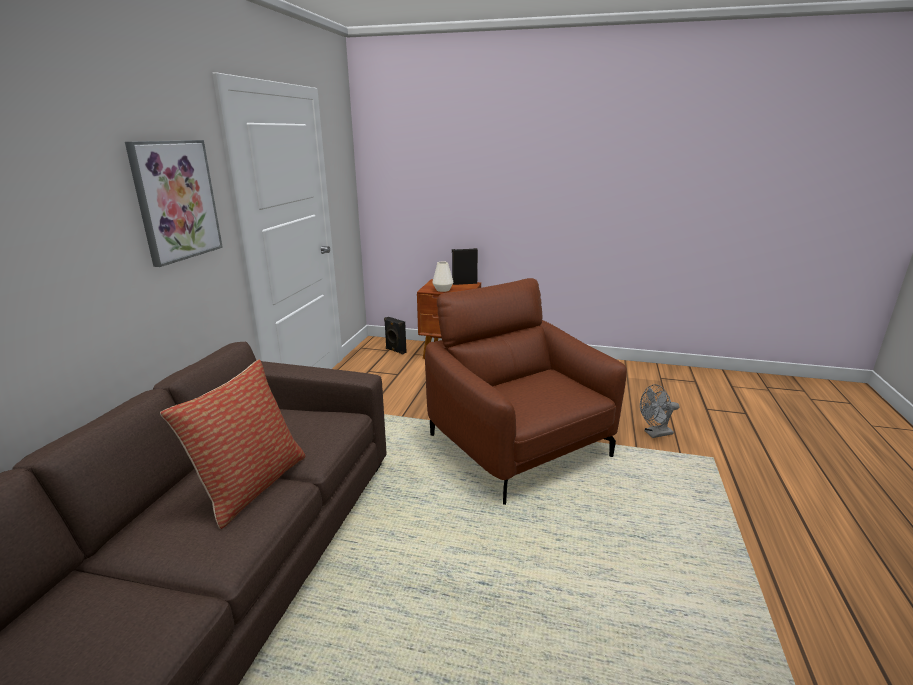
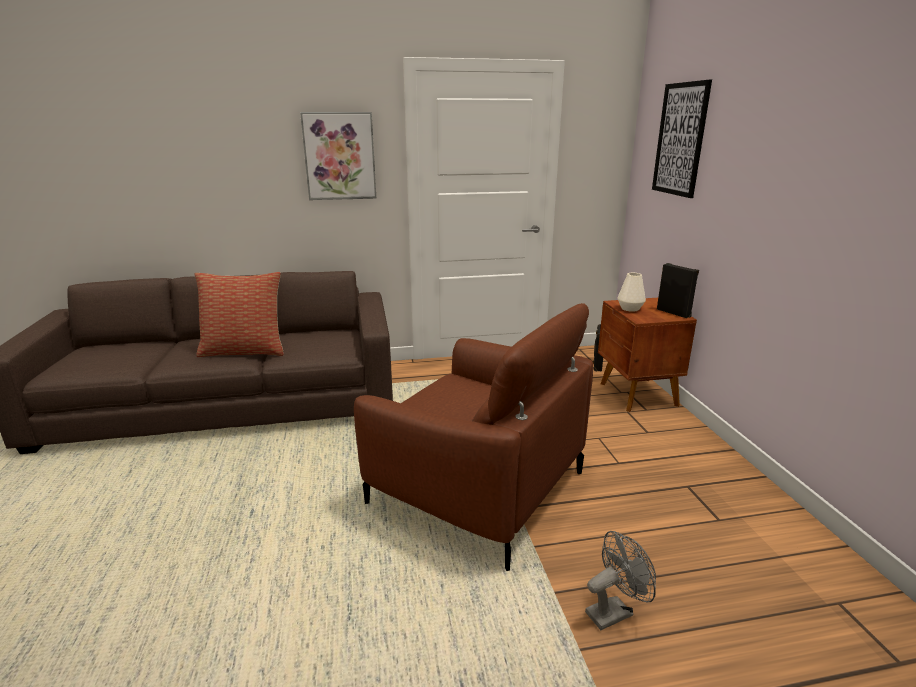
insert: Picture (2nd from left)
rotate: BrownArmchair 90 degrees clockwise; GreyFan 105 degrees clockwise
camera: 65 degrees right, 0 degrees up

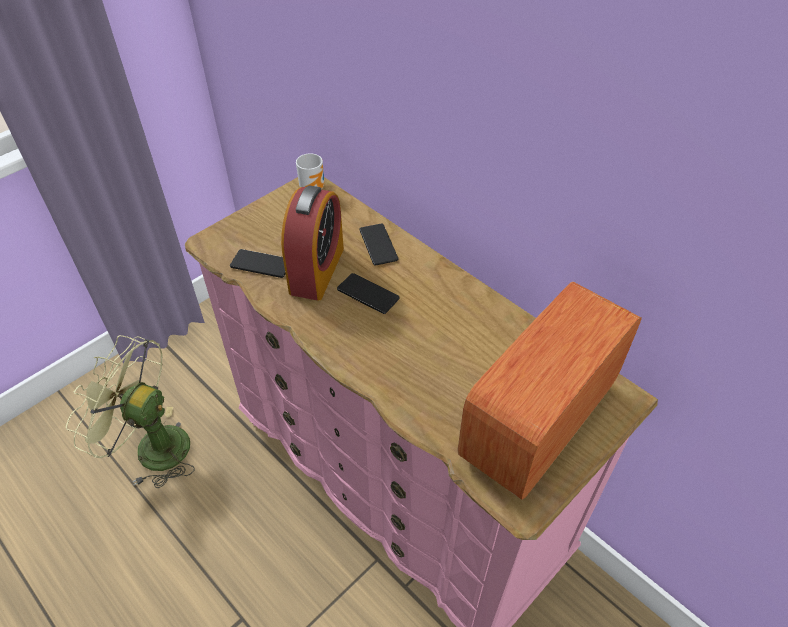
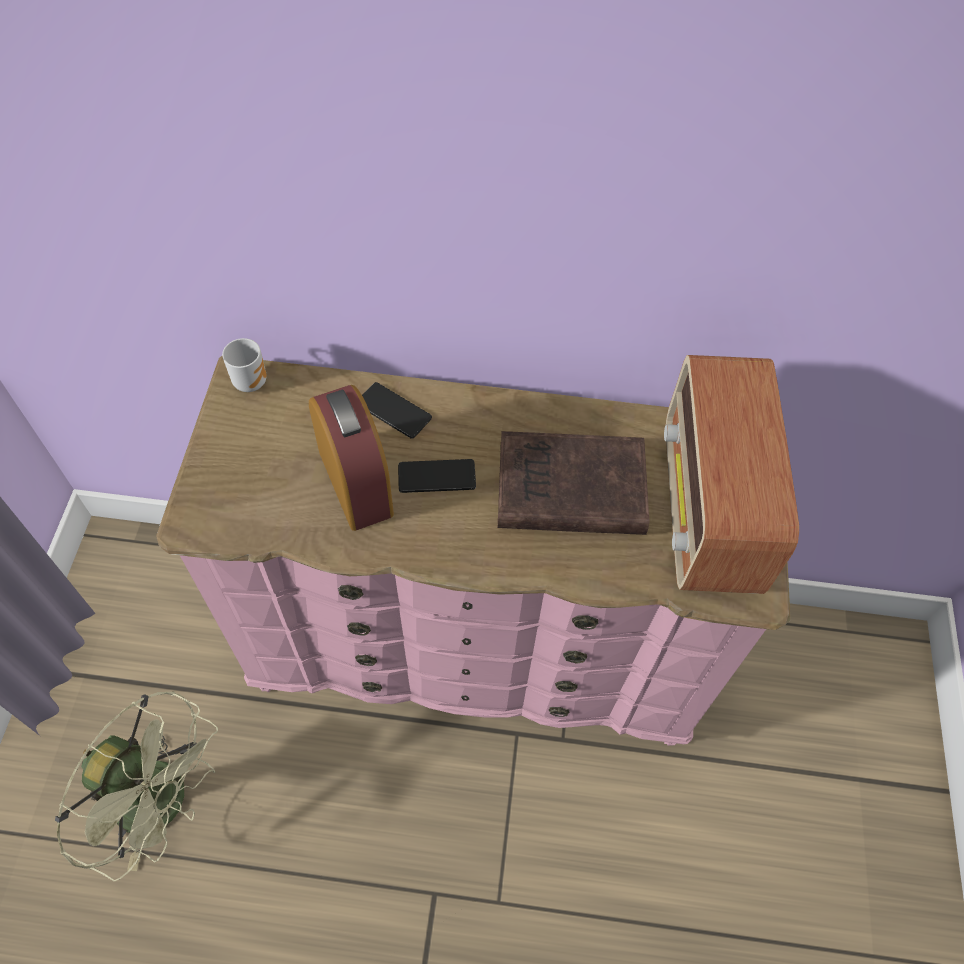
delete: Phone (1st from left)
insert: BrownBook
rotate: GreenFan 135 degrees counterclockwise
camera: 40 degrees left, 10 degrees up

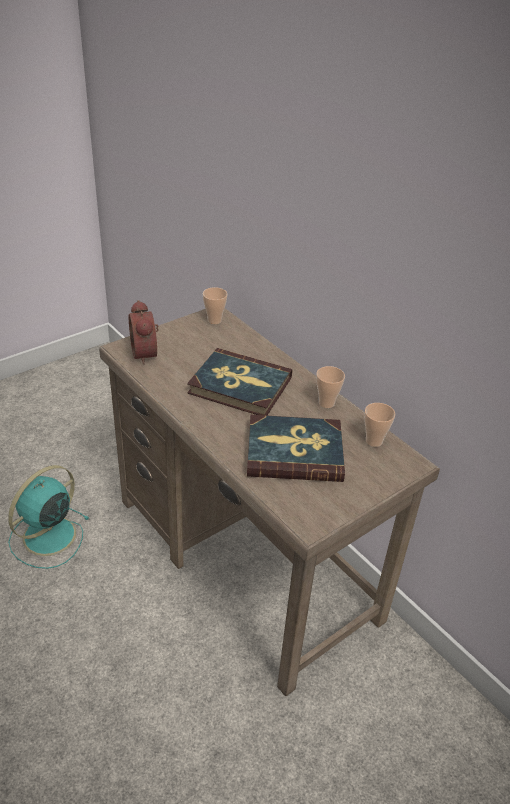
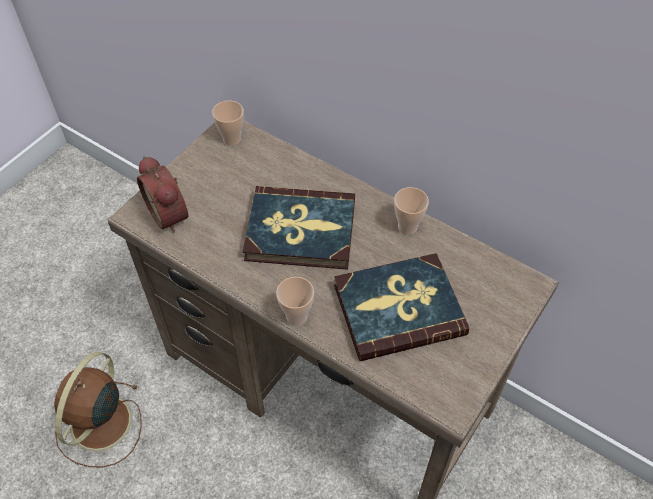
move: Cup (3rd from left in the first image) to Cup (2nd from left)
recolor: TurquoiseFan to BrownFan
camera: 15 degrees left, 15 degrees up

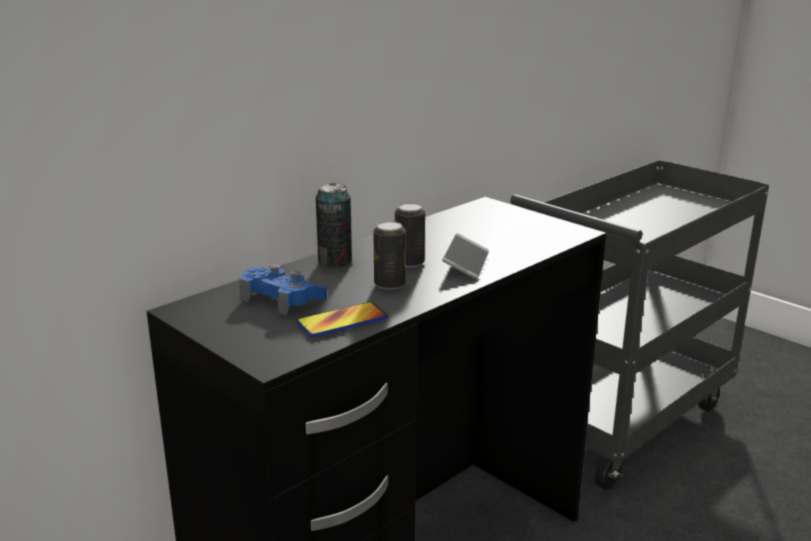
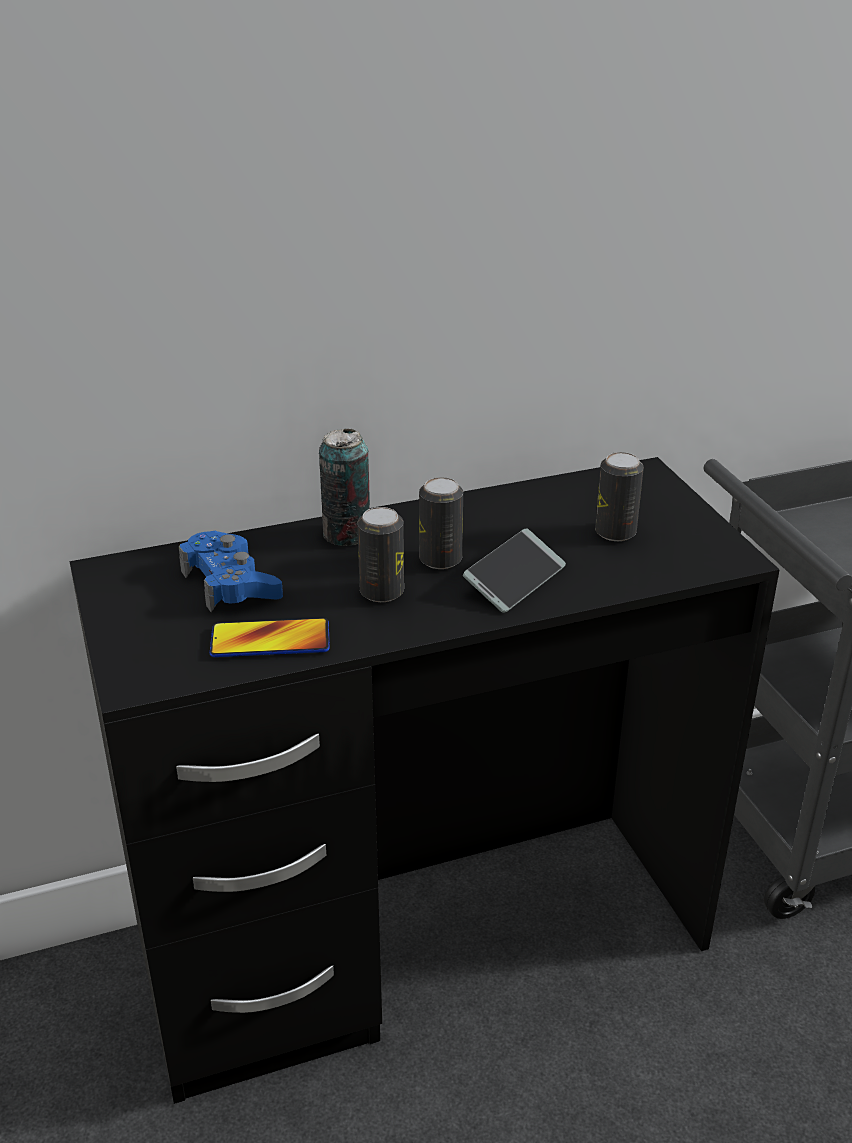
insert: Can (4th from left)
camera: 25 degrees right, 10 degrees up

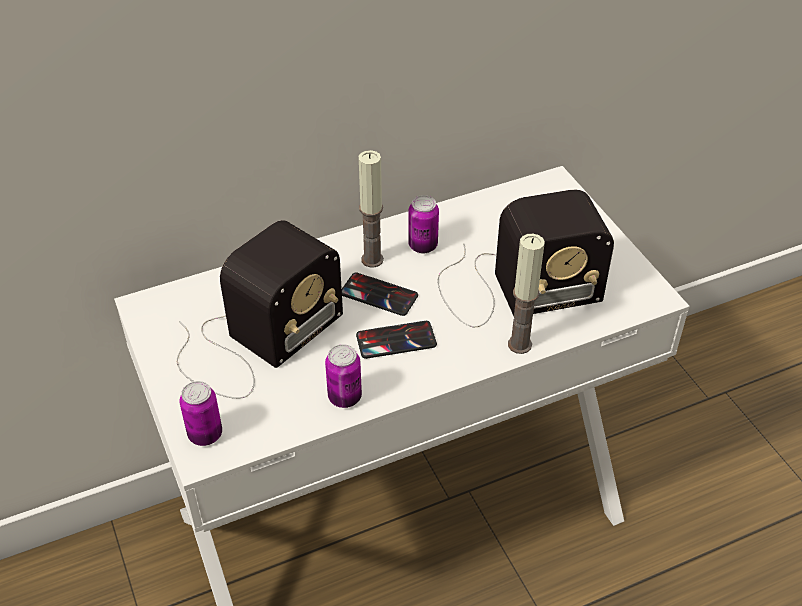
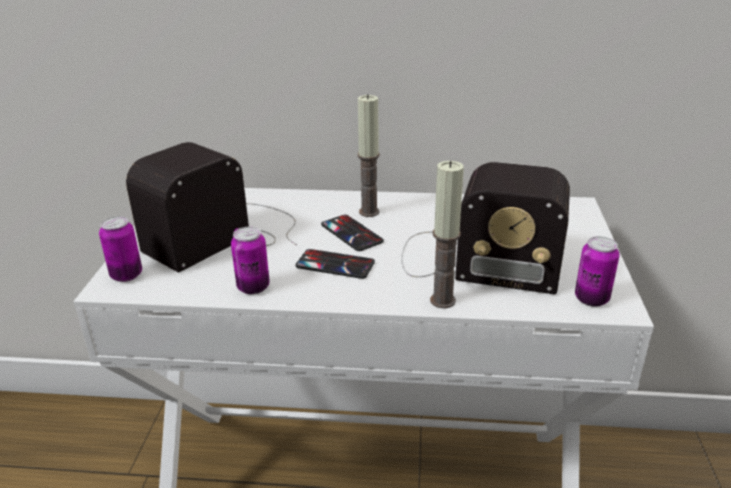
move: Can (3rd from left)
rotate: Radio (1st from left) 150 degrees clockwise
camera: 30 degrees right, 15 degrees down

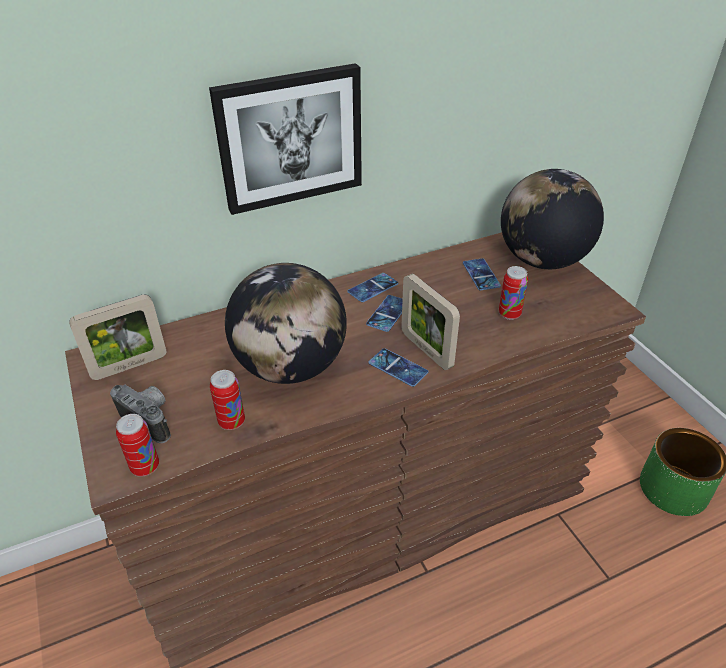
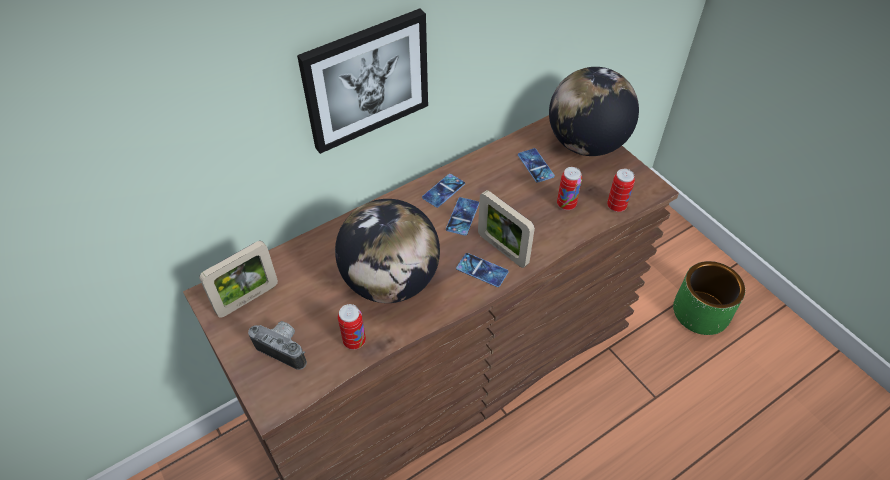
move: Can (1st from left in the first image) to Can (3rd from left)
camera: 10 degrees left, 10 degrees up

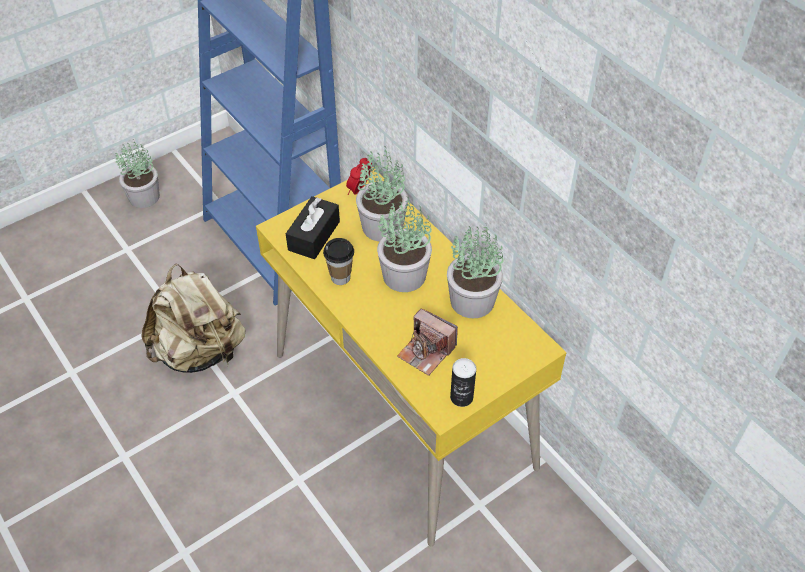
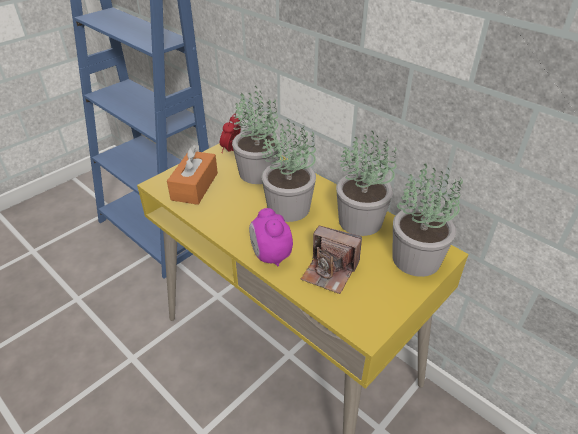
delete: BeigeBackpack; Cup; Can
insert: AlarmClock (2nd from left)
move: PottedPlant (1st from left in the first image) to PottedPlant (4th from left)
recolor: BlackTissueBox to OrangeTissueBox
camera: 10 degrees left, 10 degrees down

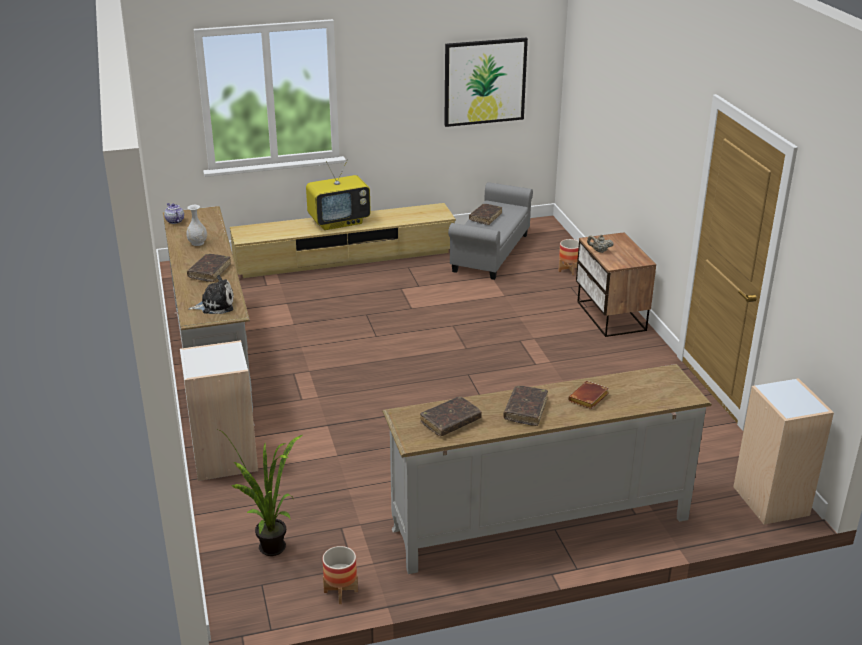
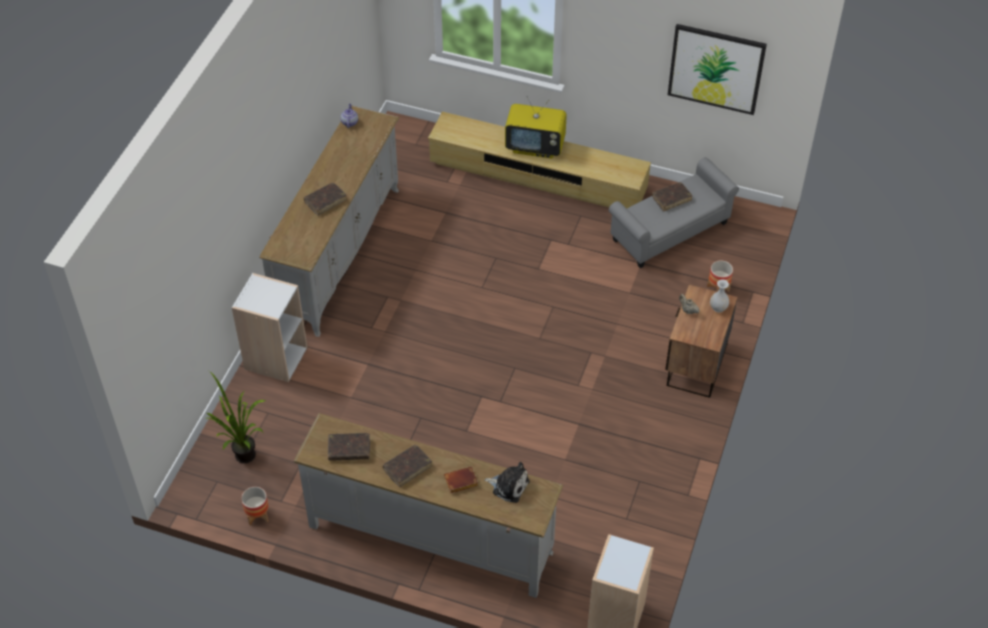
move: WhiteVase; PlushToy
camera: 35 degrees right, 20 degrees up

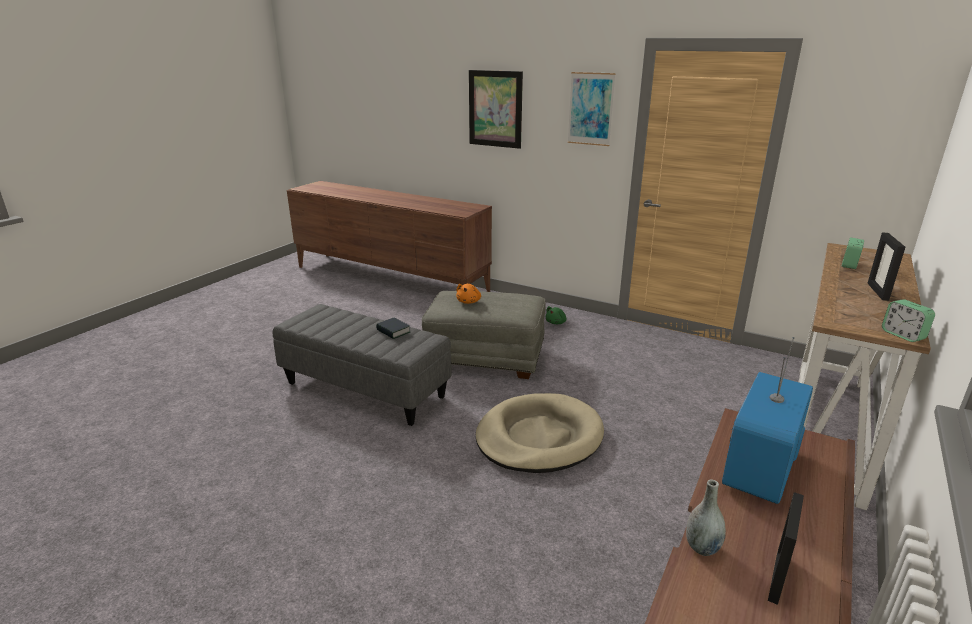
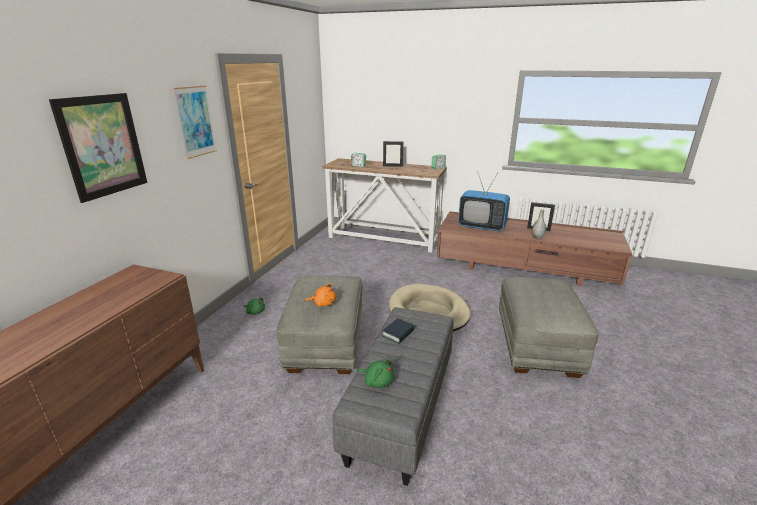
insert: GreenPlushToy (2nd from left); GreyOttoman (3rd from left)
camera: 100 degrees left, 0 degrees up

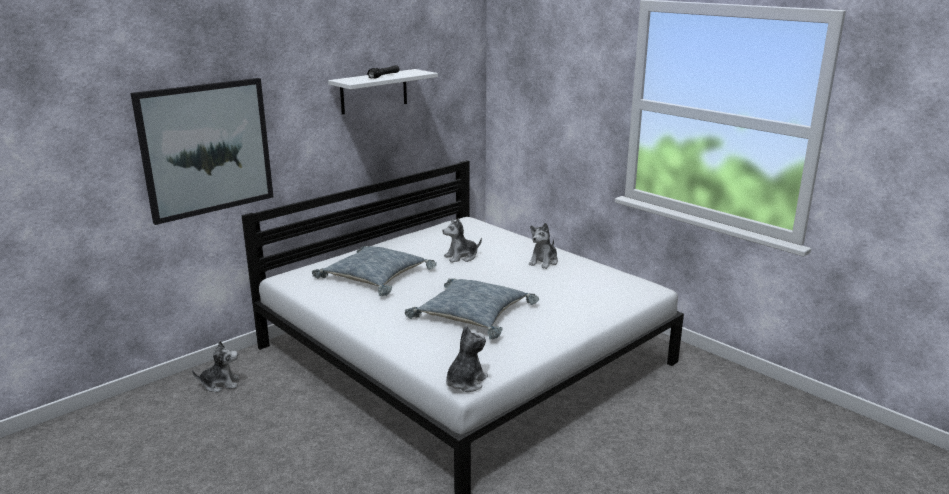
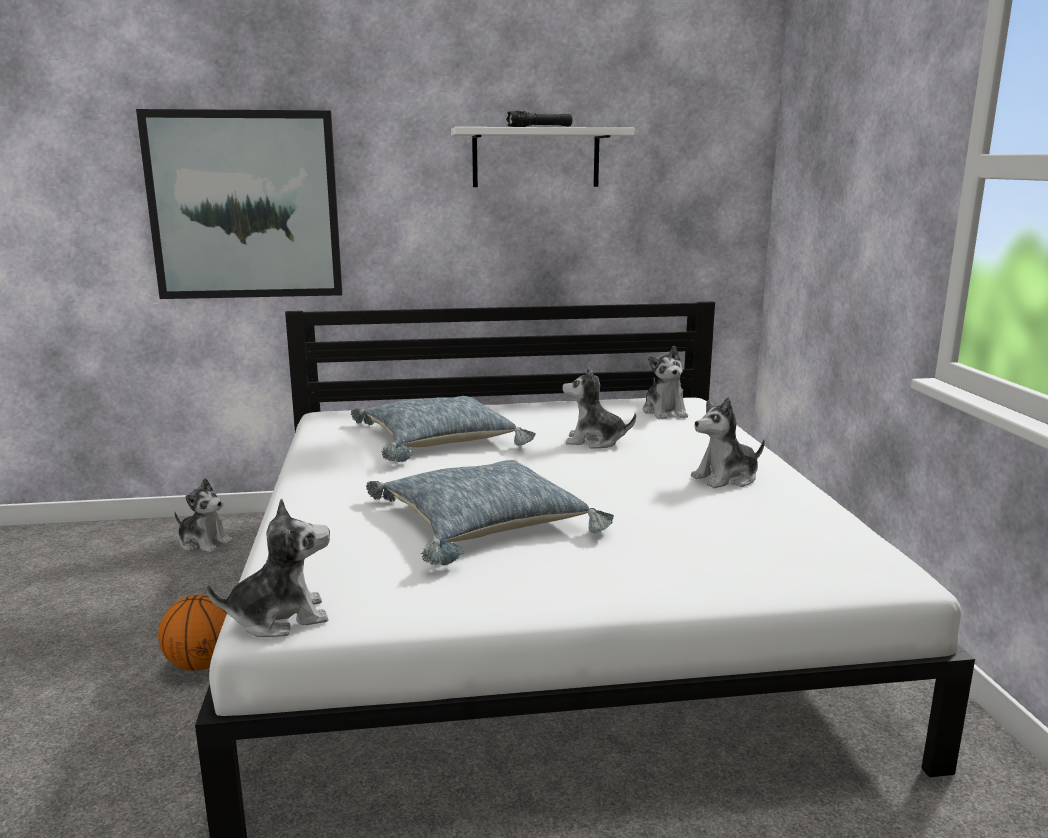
insert: Basketball; PlushToy (4th from left)
camera: 35 degrees right, 5 degrees down

